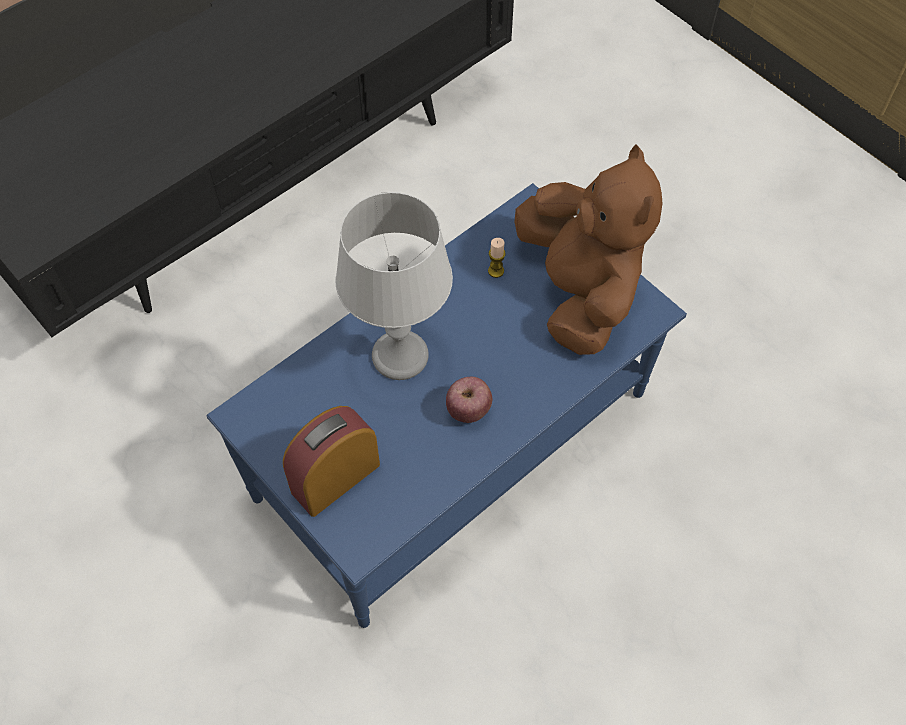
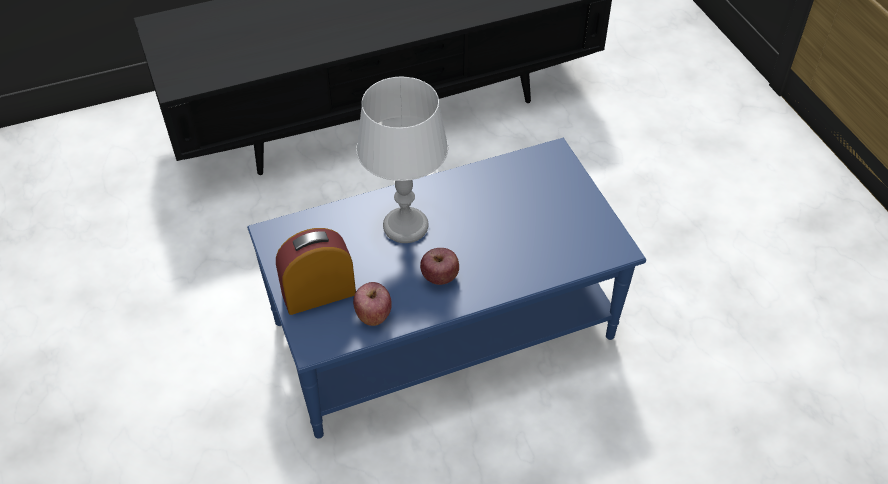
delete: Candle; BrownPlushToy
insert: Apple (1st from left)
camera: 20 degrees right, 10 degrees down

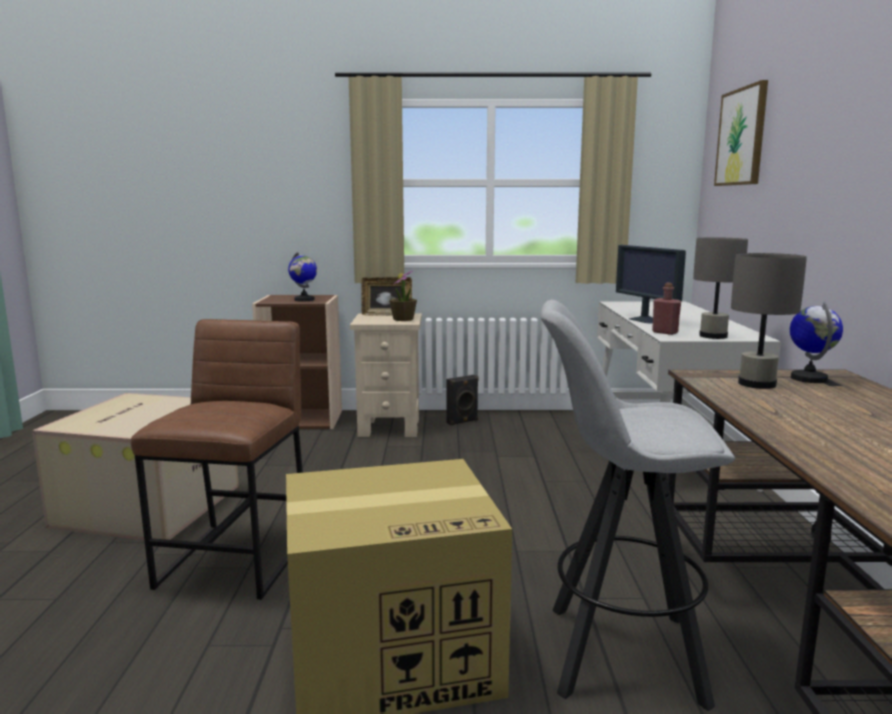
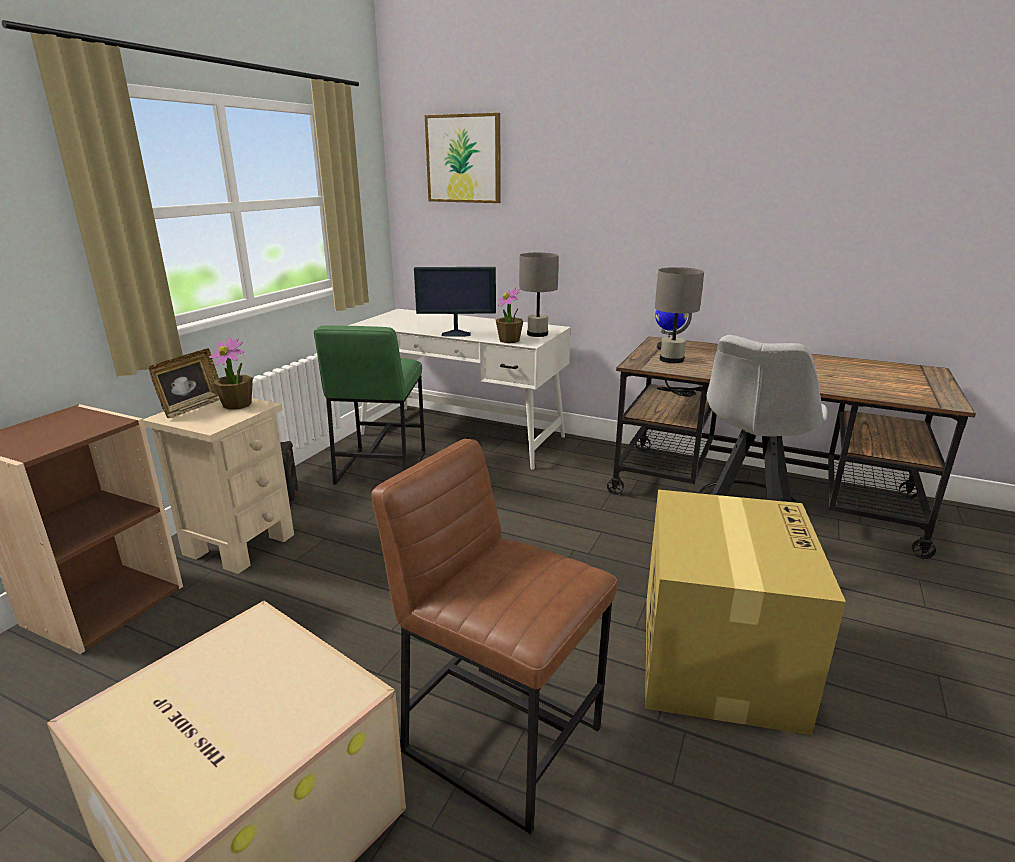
delete: Globe (1st from left)
insert: GreenChair
replace: RedBottle to PottedPlant (2nd from left)
camera: 65 degrees left, 10 degrees up

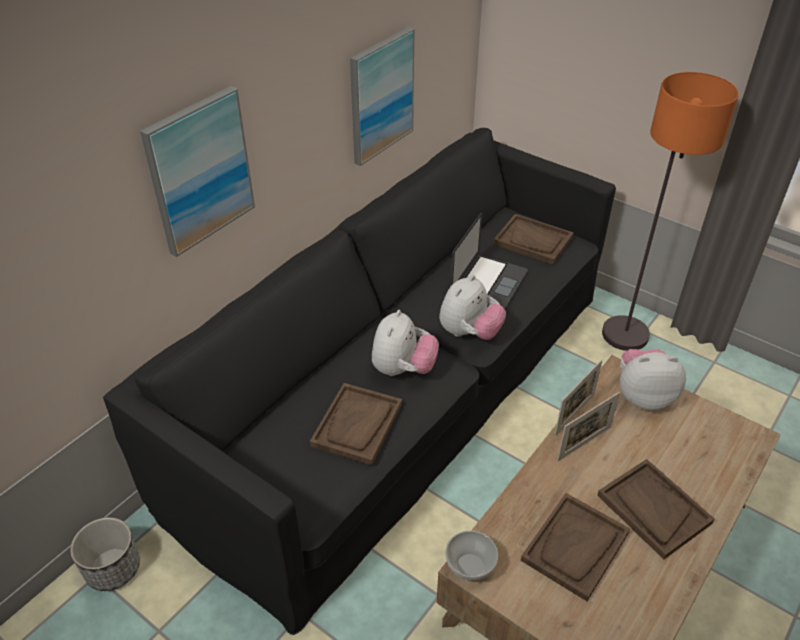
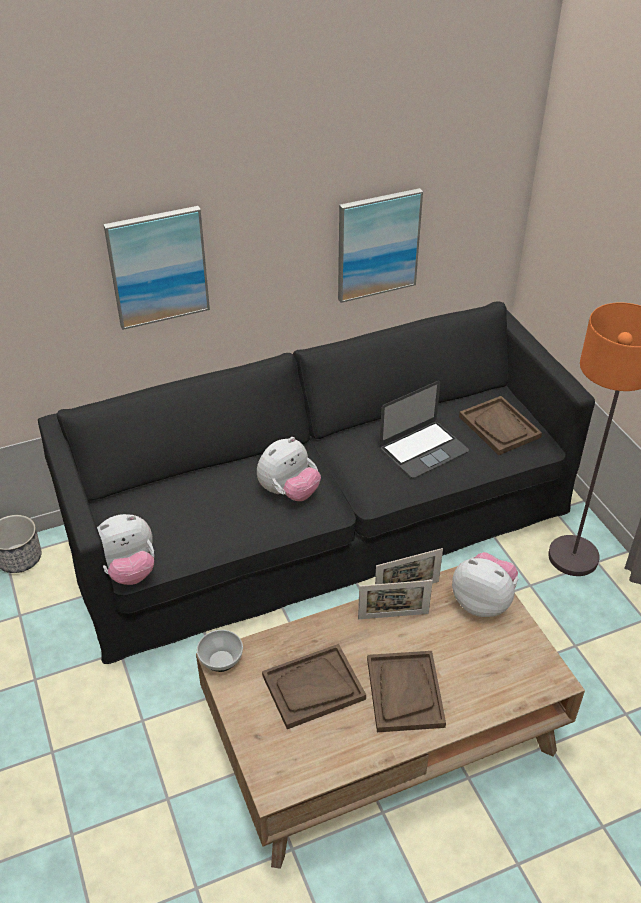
delete: BrownTray (1st from left)
move: PlushToy (2nd from left in the first image) to PlushToy (1st from left)
camera: 30 degrees right, 0 degrees up

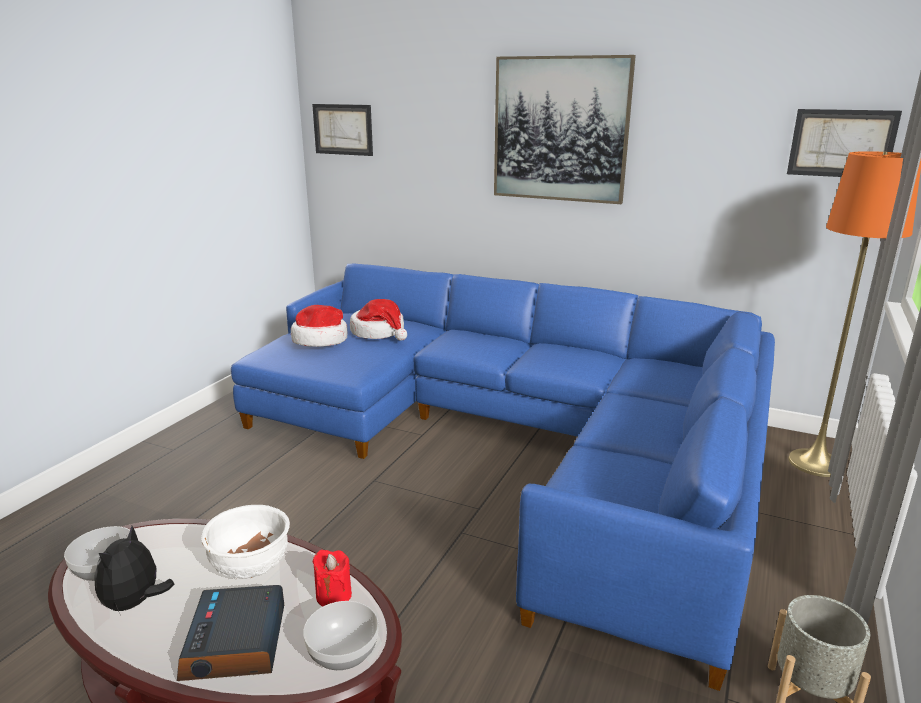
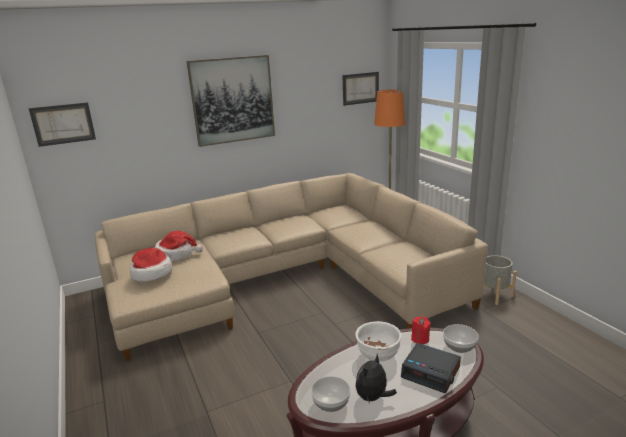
recolor: BlueSofa to BeigeSofa
rotate: PlushToy 75 degrees clockwise
camera: 50 degrees left, 0 degrees up

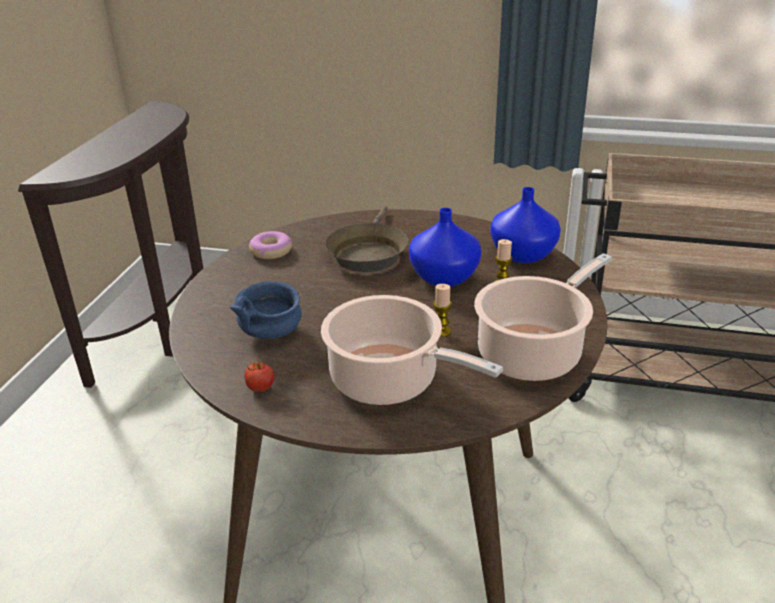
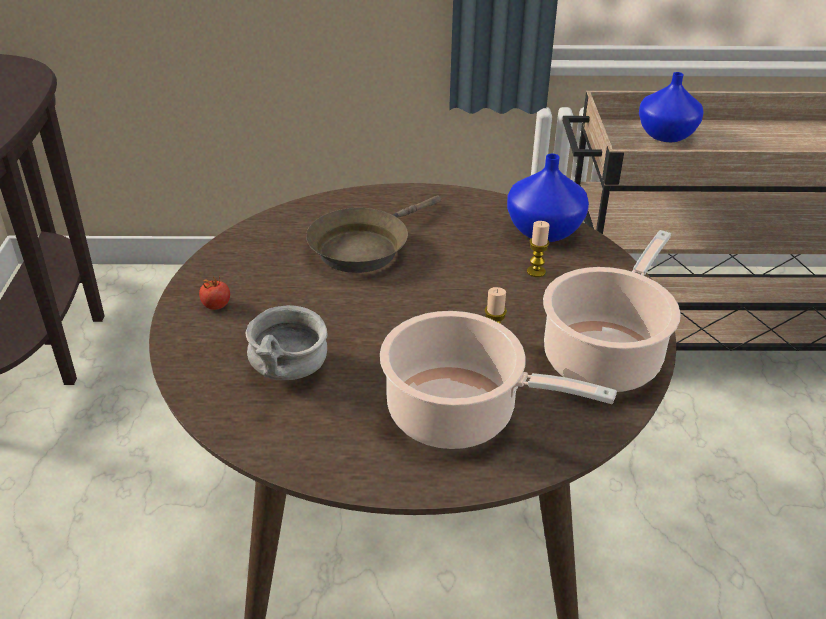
delete: Donut
move: Tomato; BlueVase (1st from left in the first image) to BlueVase (2nd from left)
recolor: BlueBowl to GreyBowl
rotate: BrownFryingPan 45 degrees clockwise
camera: 15 degrees left, 5 degrees up

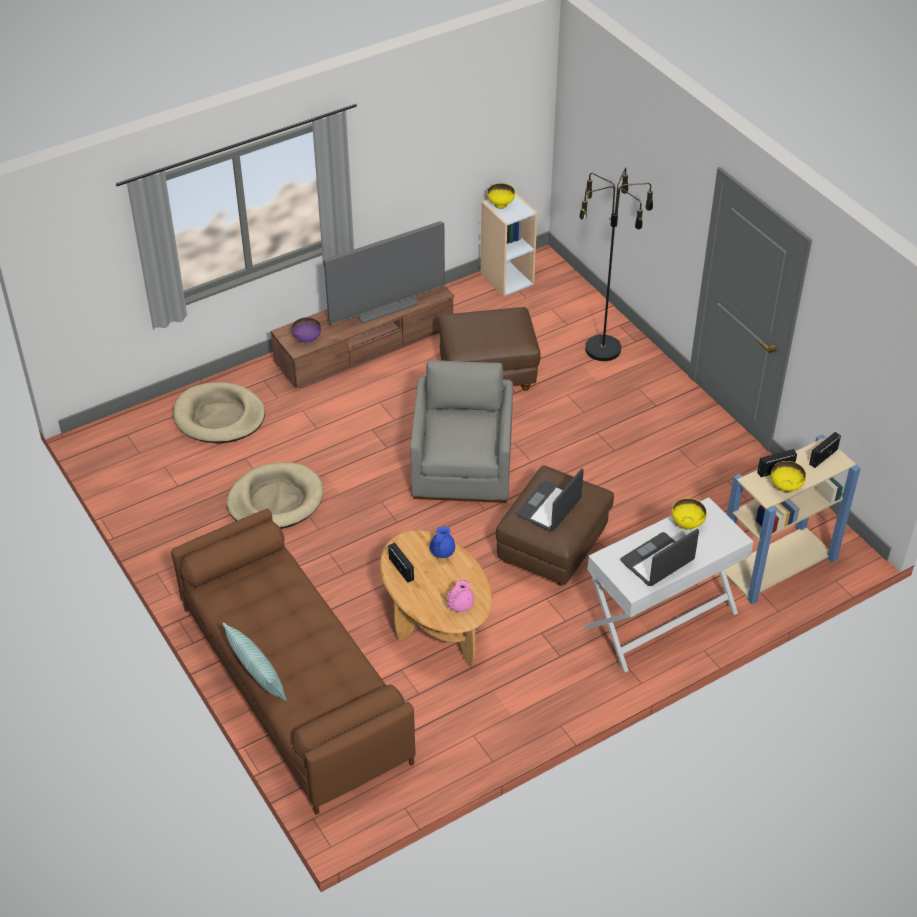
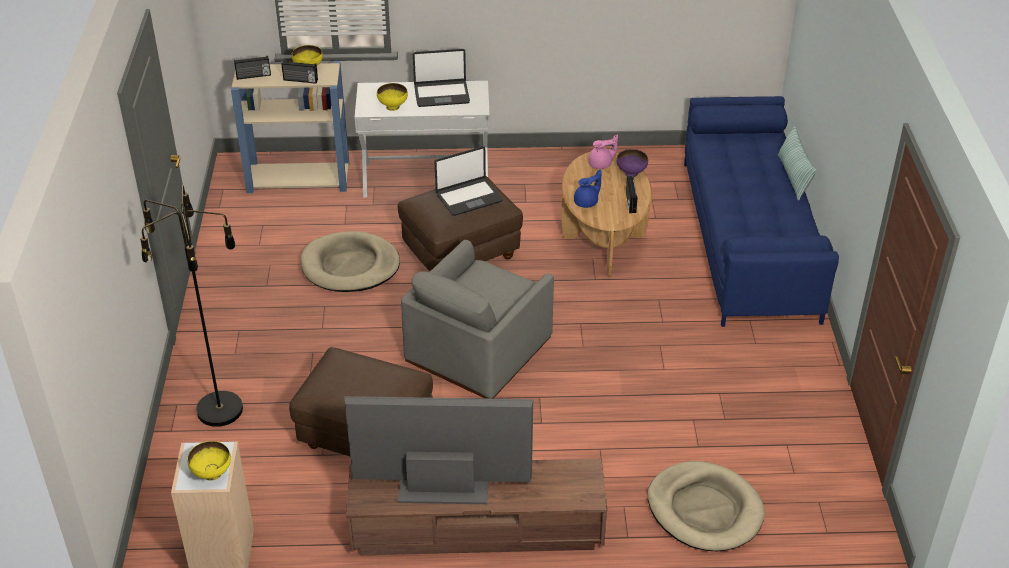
move: BeigeDogBed (2nd from left in the first image) to BeigeDogBed (1st from left); PurpleBowl
recolor: BrownSofa to BlueSofa
camera: 150 degrees left, 5 degrees down

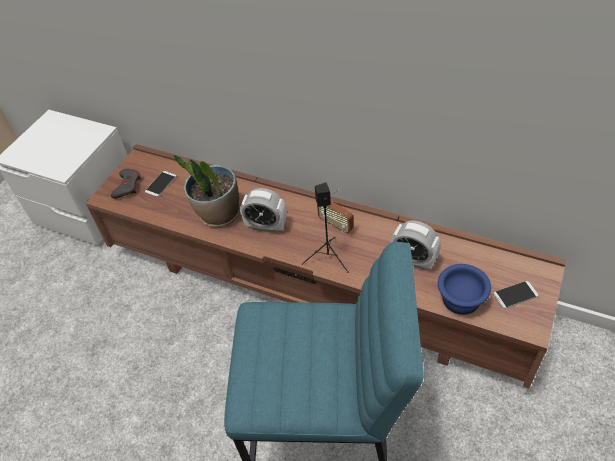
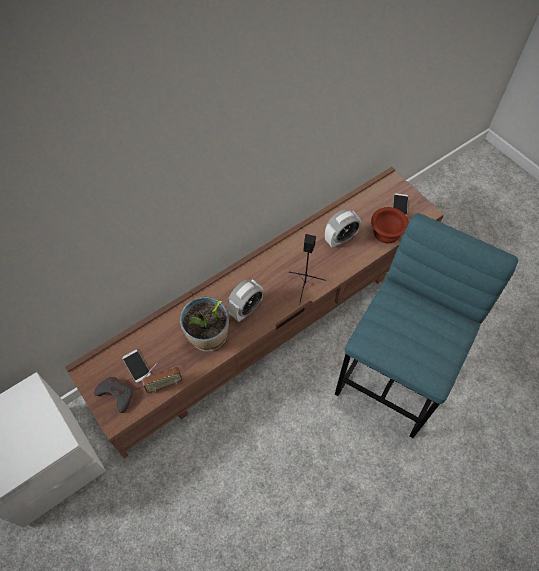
move: Radio
recolor: BlueBowl to BrownBowl
camera: 65 degrees left, 10 degrees up

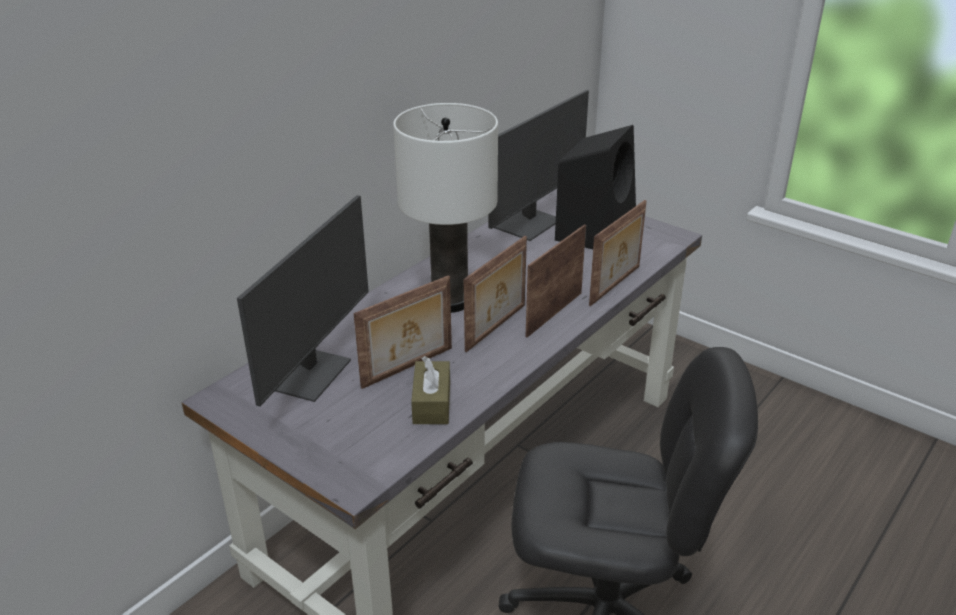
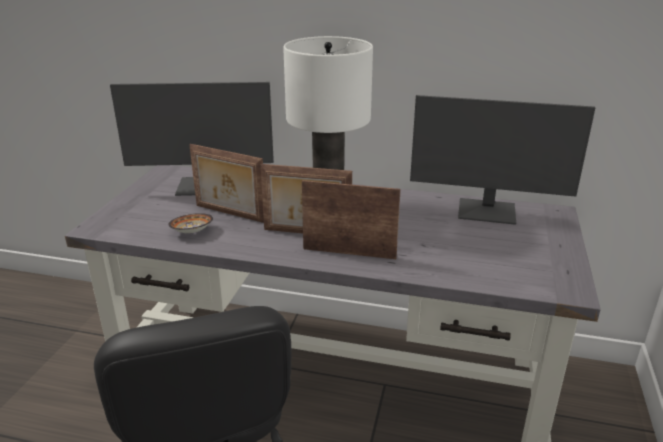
delete: BlackSpeaker; PictureFrame (4th from left)
replace: BrownTissueBox to Bowl
camera: 65 degrees right, 5 degrees down

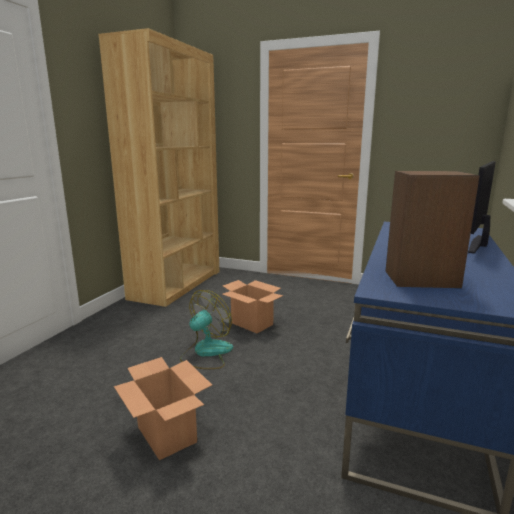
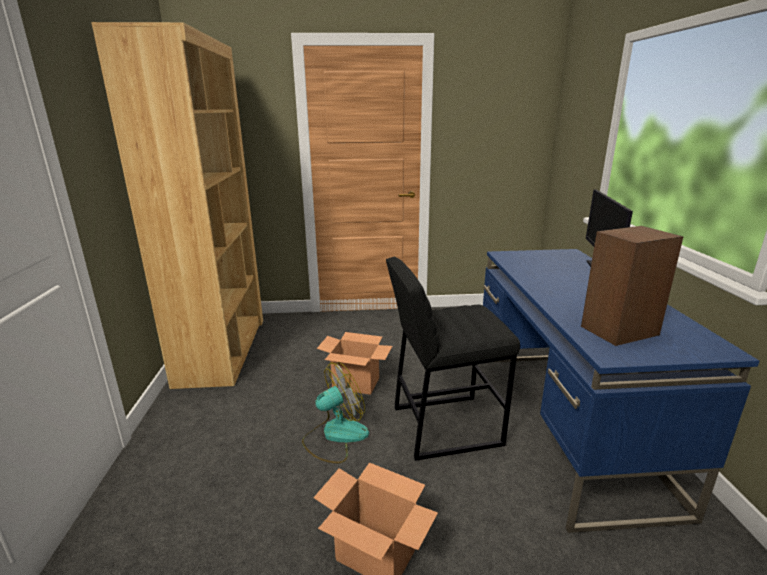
insert: BlackChair
rotate: Fan 45 degrees clockwise
camera: 25 degrees left, 5 degrees up

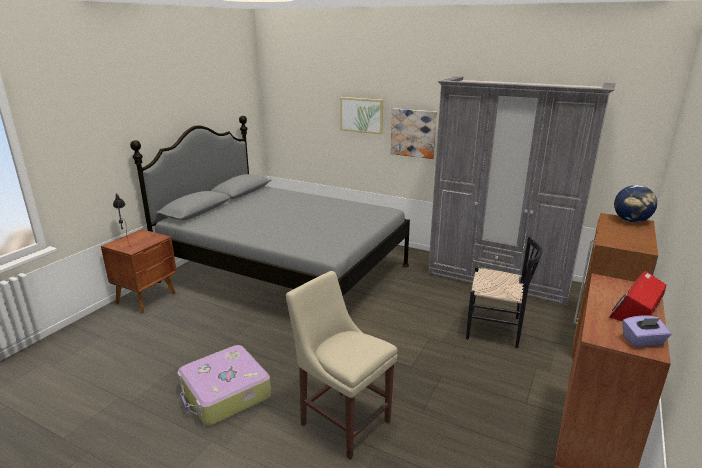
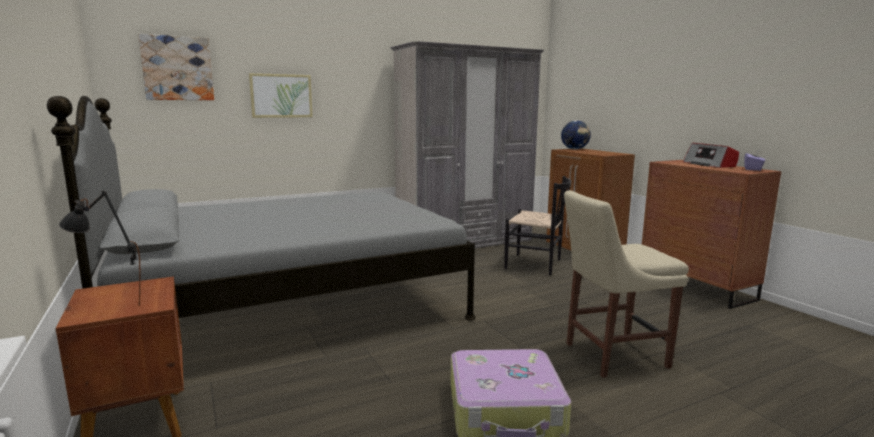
move: Picture (2nd from left in the first image) to Picture (1st from left)
rotate: BlackChair 60 degrees clockwise
camera: 55 degrees left, 10 degrees down

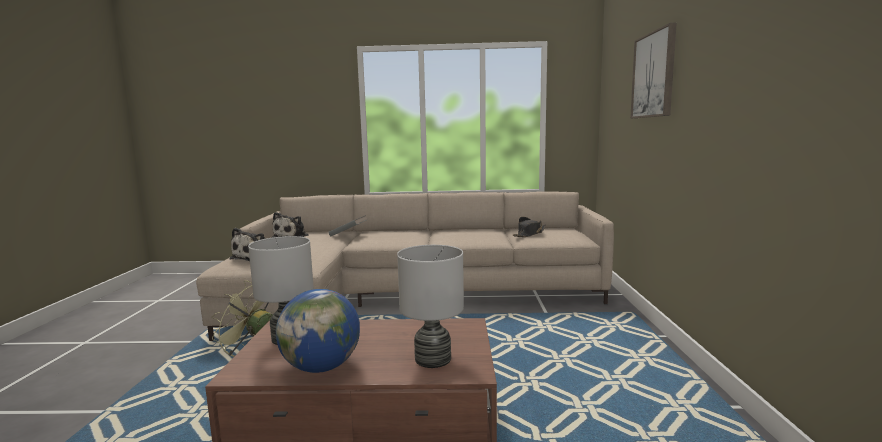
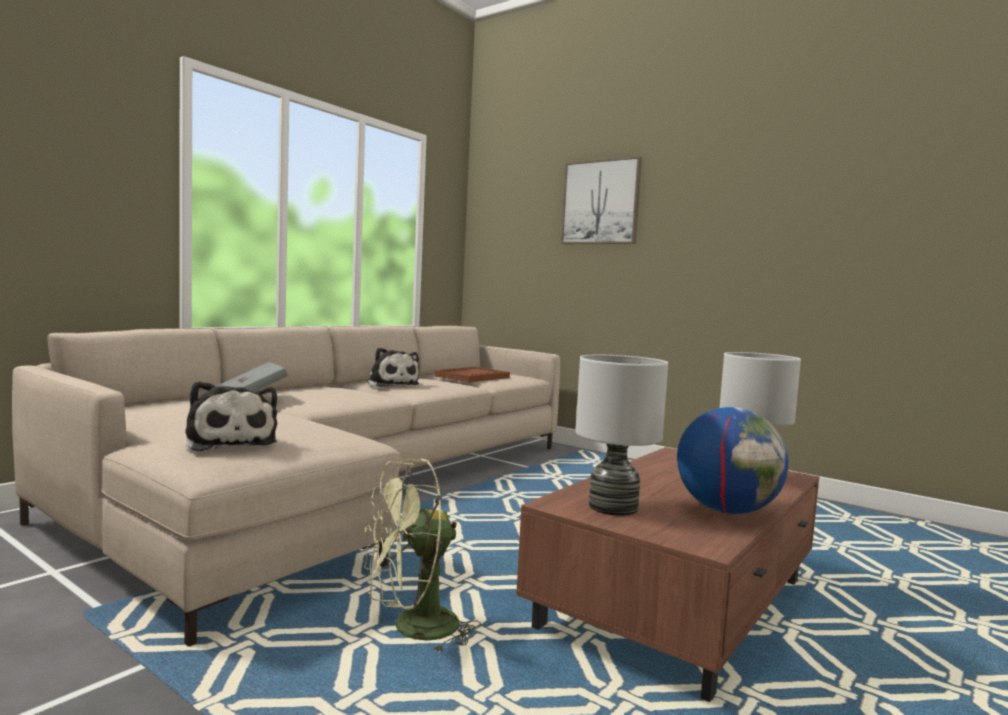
move: PlushToy (2nd from left)
replace: BlackHat to BrownTray
camera: 55 degrees left, 5 degrees down

